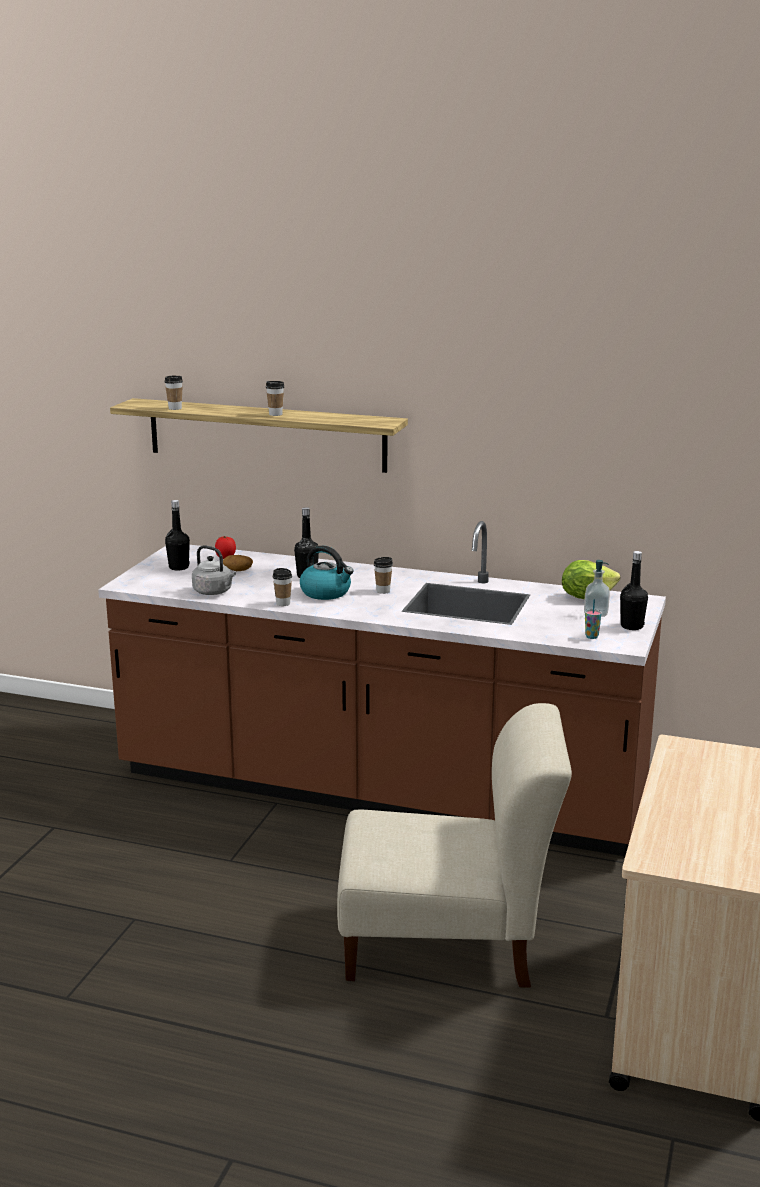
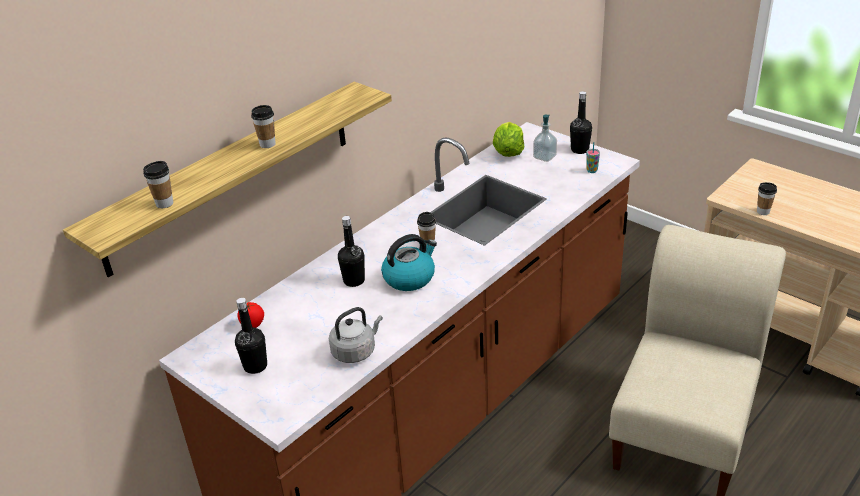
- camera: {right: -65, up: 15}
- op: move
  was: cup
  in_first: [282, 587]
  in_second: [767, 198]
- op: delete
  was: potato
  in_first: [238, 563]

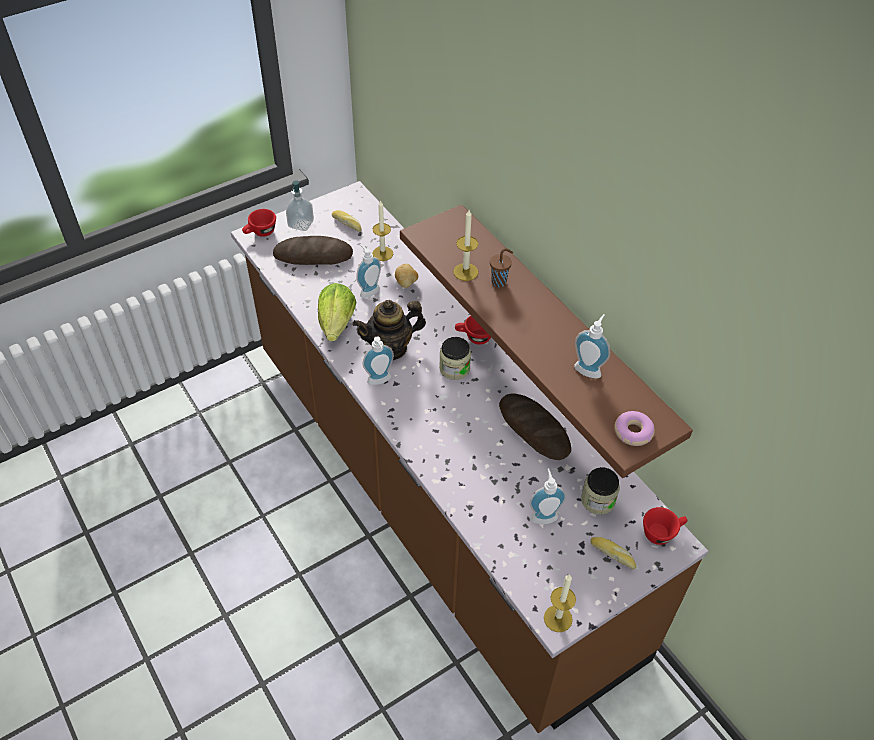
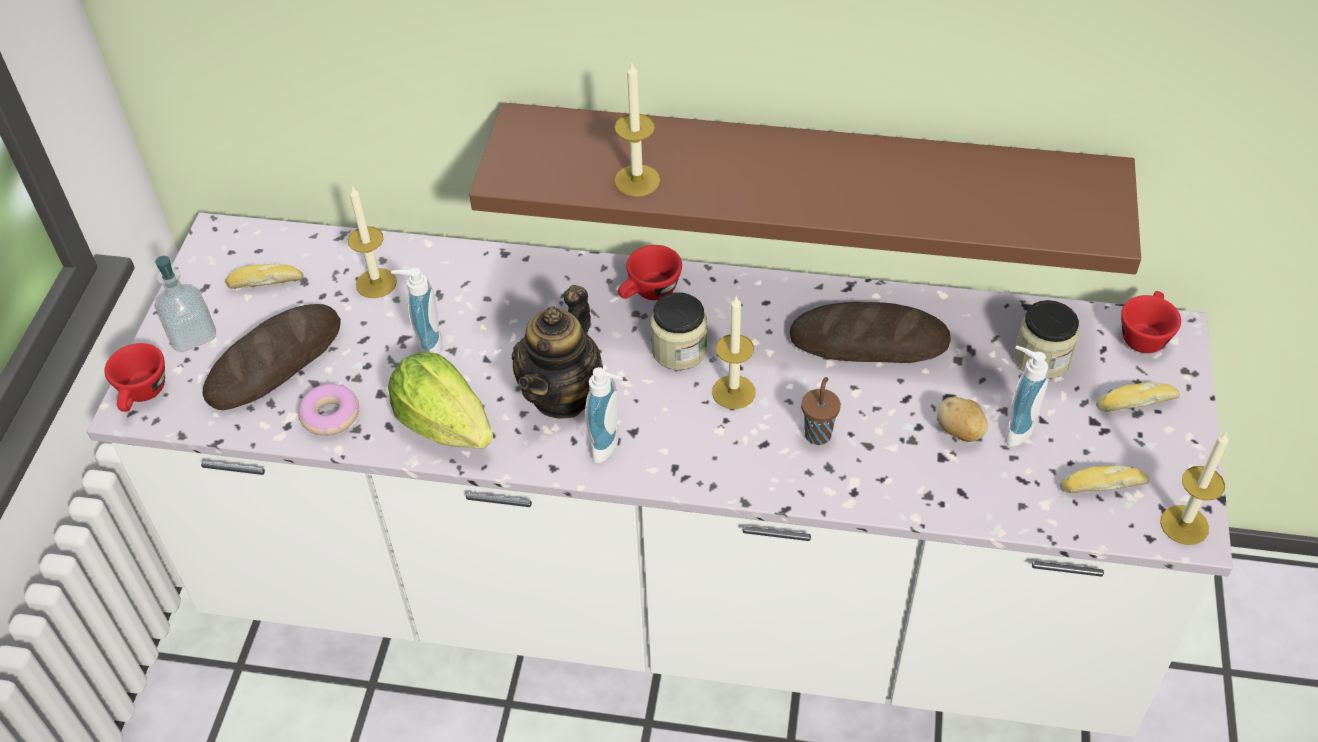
- camera: {right: -45, up: 0}
- op: recolor
  was: counter (brown)
  now: counter (white)
  in_first: [469, 457]
  in_second: [660, 475]
- op: move
  was: donut
  in_first: [634, 428]
  in_second: [329, 410]
- op: insert
  now: candle
  in_second: [734, 352]
- op: move
  was: cup (brown)
  in_first: [501, 267]
  in_second: [821, 411]
- op: move
  was: potato
  in_first: [406, 276]
  in_second: [962, 419]
- op: insert
  now: bread
  in_second: [1104, 479]
- op: delete
  was: soap dispenser
  in_first: [592, 346]

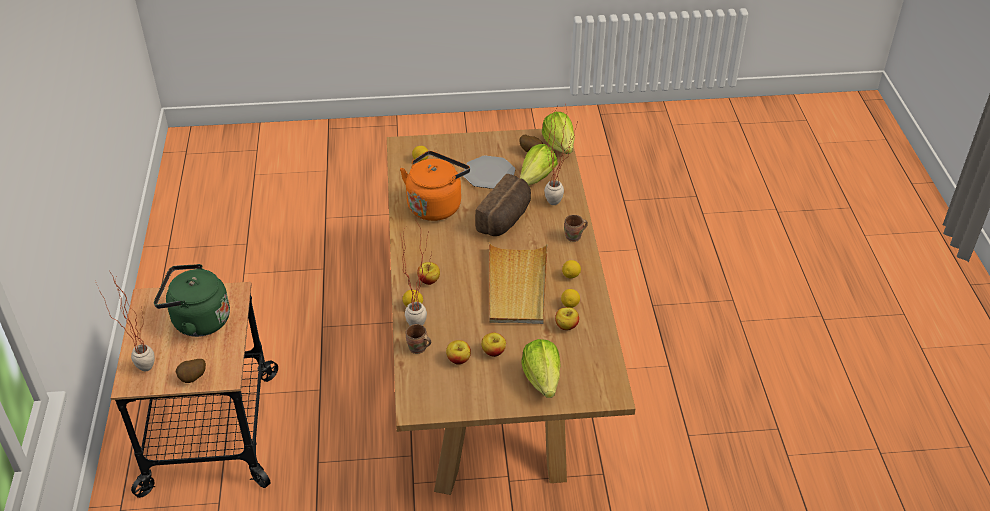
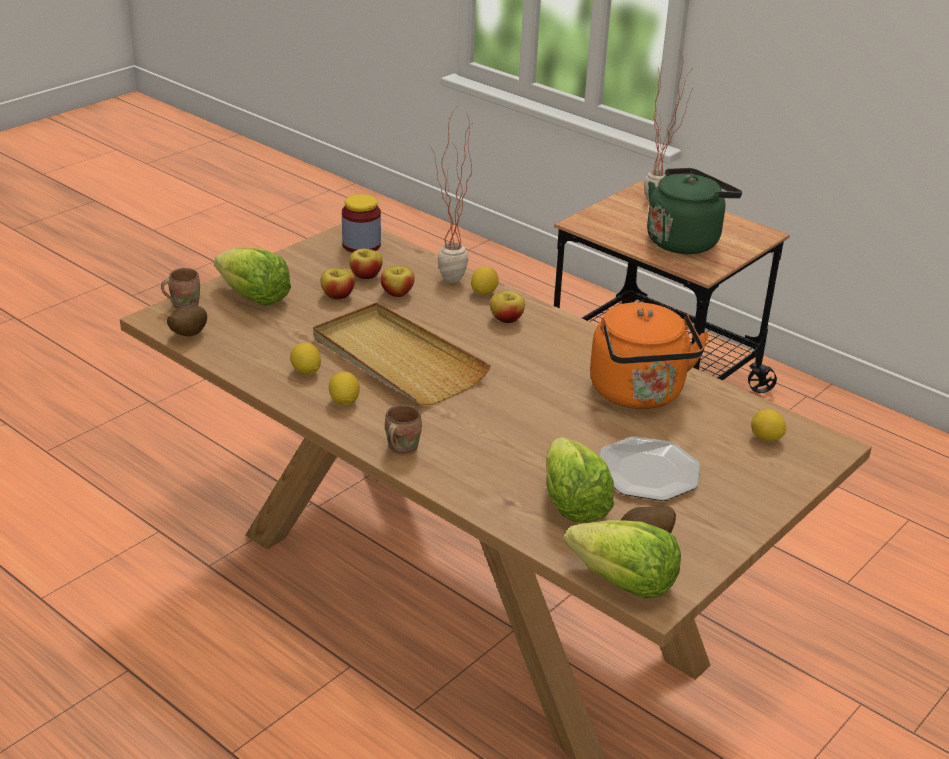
- camera: {right: 135, up: -10}
- op: move
  was: mug (brown)
  in_first: [418, 339]
  in_second: [180, 288]
- op: move
  was: potato
  in_first: [191, 371]
  in_second: [187, 320]
- op: insert
  now: jar
  in_second: [361, 223]
- op: move
  was: apple
  in_first: [567, 318]
  in_second: [397, 281]
- op: delete
  was: bread
  in_first: [503, 205]
- op: delete
  was: potted plant
  in_first: [562, 154]

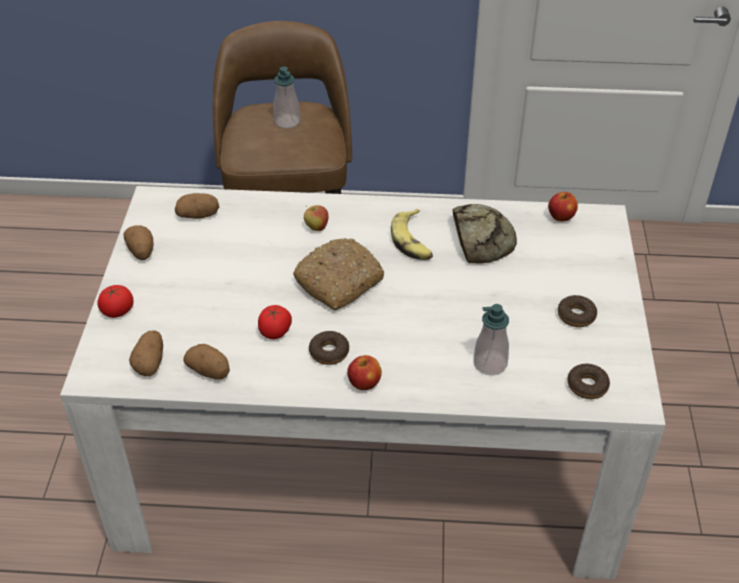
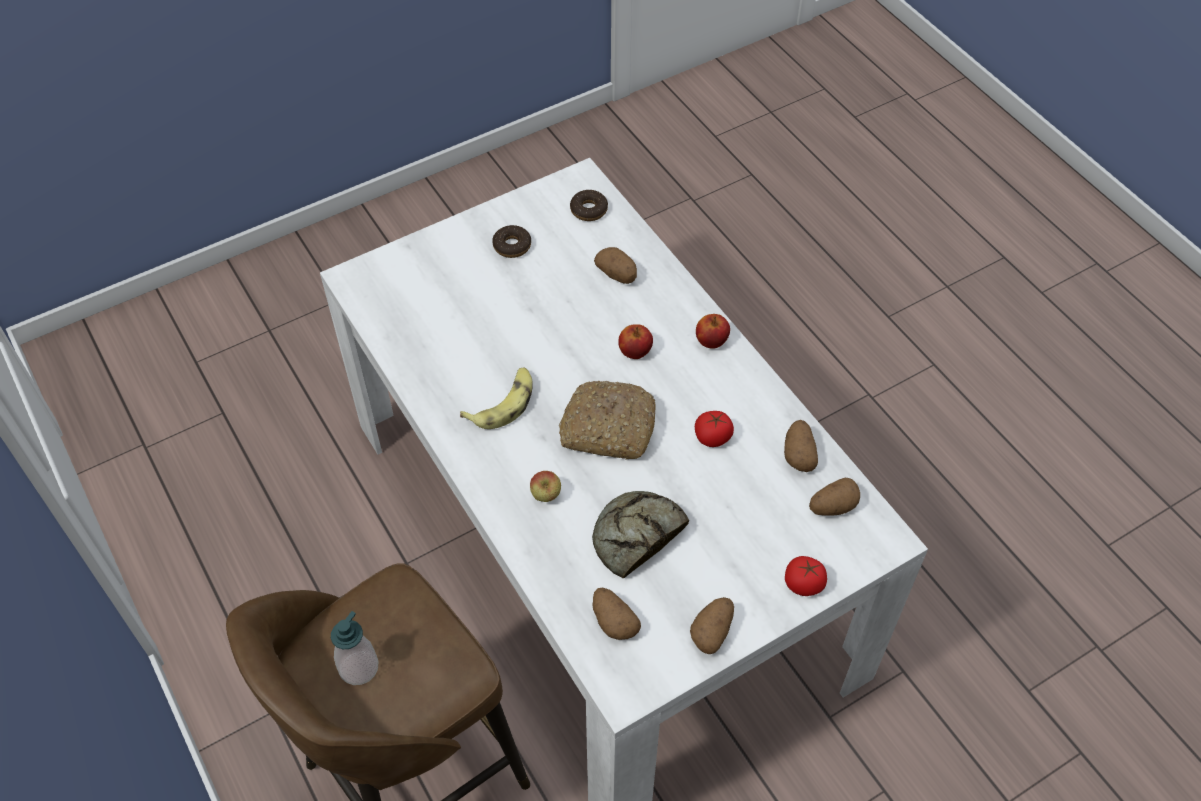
- camera: {right: -125, up: 10}
- op: move
  was: bread
  in_first: [485, 234]
  in_second: [640, 534]
- op: replace
  was: soap dispenser
  now: potato
  in_first: [491, 340]
  in_second: [615, 265]
- op: move
  was: apple
  in_first: [563, 207]
  in_second: [635, 341]
- op: delete
  was: donut
  in_first: [329, 348]

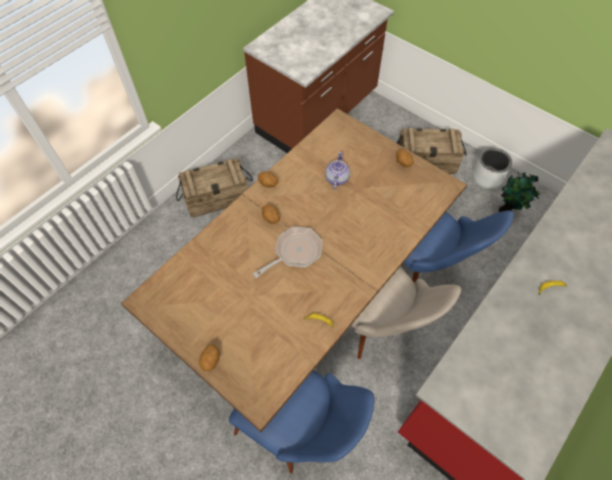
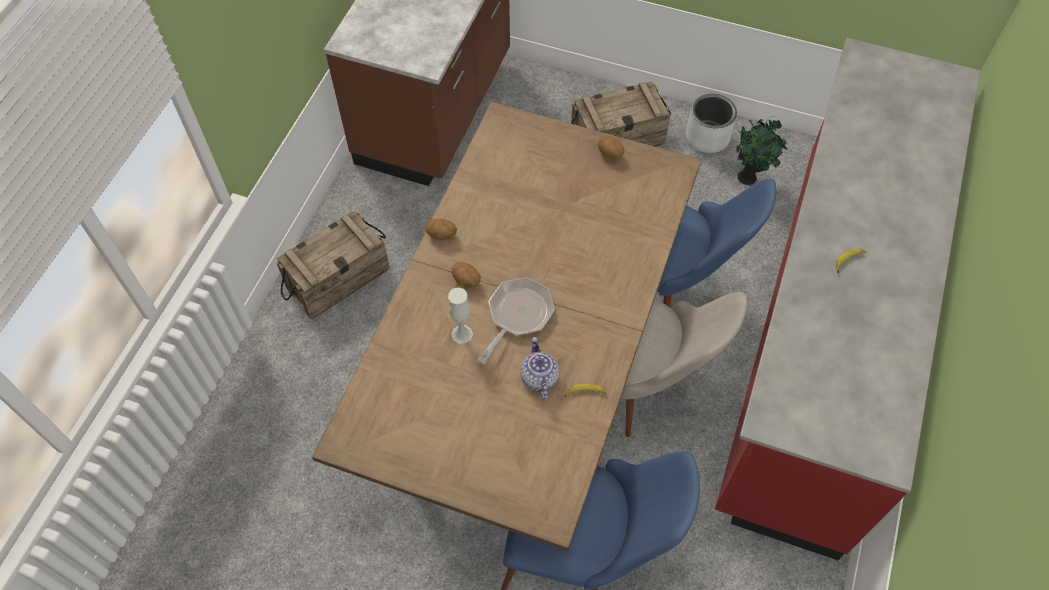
- camera: {right: -20, up: 0}
- op: insert
  now: vase (white)
  in_second: [460, 315]
- op: move
  was: teapot
  in_first: [337, 171]
  in_second: [540, 369]
- op: delete
  was: potato
  in_first: [209, 357]

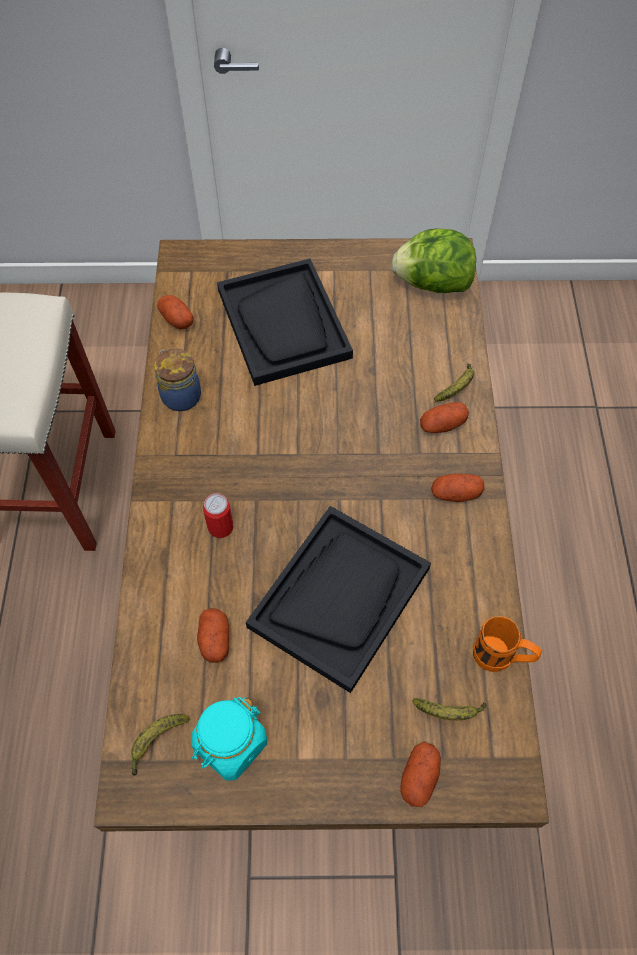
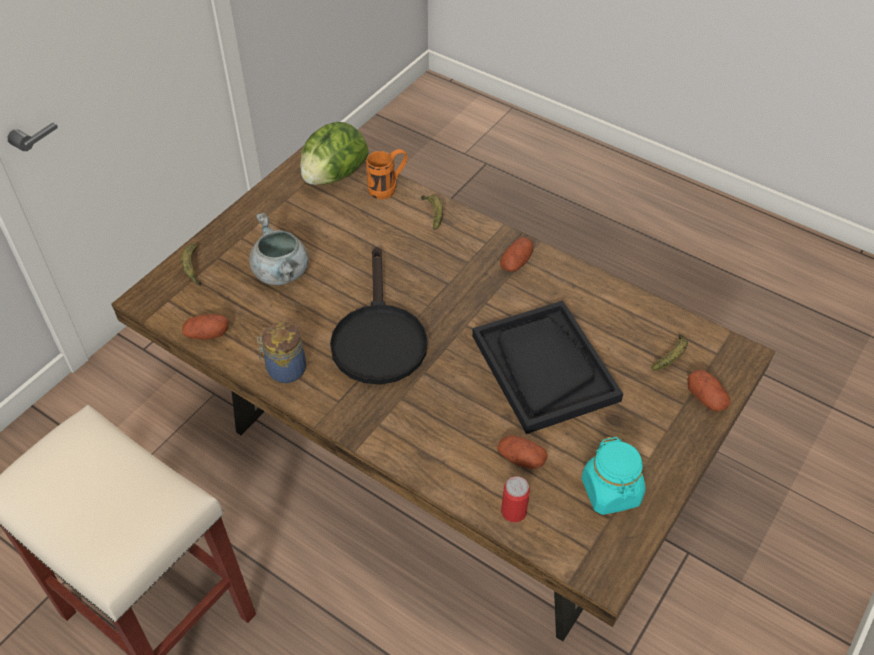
- camera: {right: -55, up: -10}
- op: move
  was: banana
  in_first: [160, 745]
  in_second: [191, 265]
- op: replace
  was: tray (black)
  now: cooking pot (grey)
  in_first: [285, 322]
  in_second: [279, 249]
- op: insert
  now: frying pan (black)
  in_second: [379, 315]
- op: move
  was: mug (orange)
  in_first: [507, 644]
  in_second: [387, 174]
- op: move
  was: can
  in_first: [218, 515]
  in_second: [515, 499]
- op: delete
  was: potato
  in_first: [444, 417]

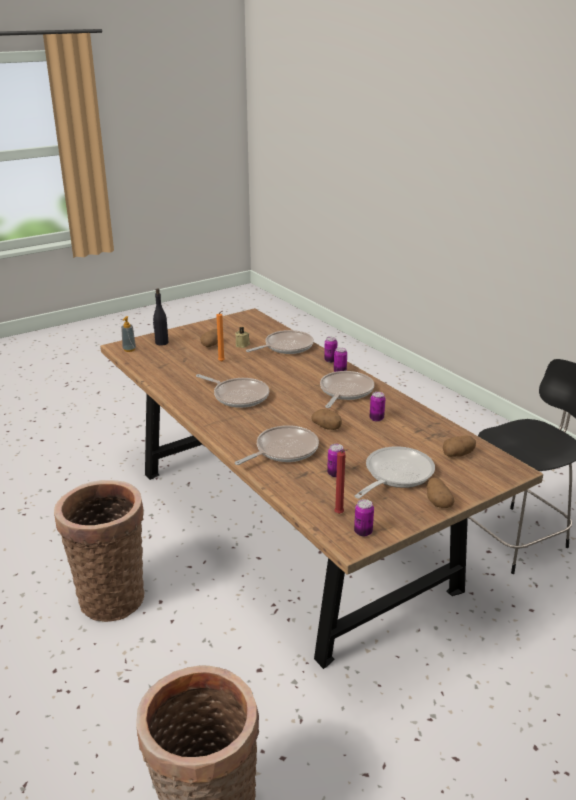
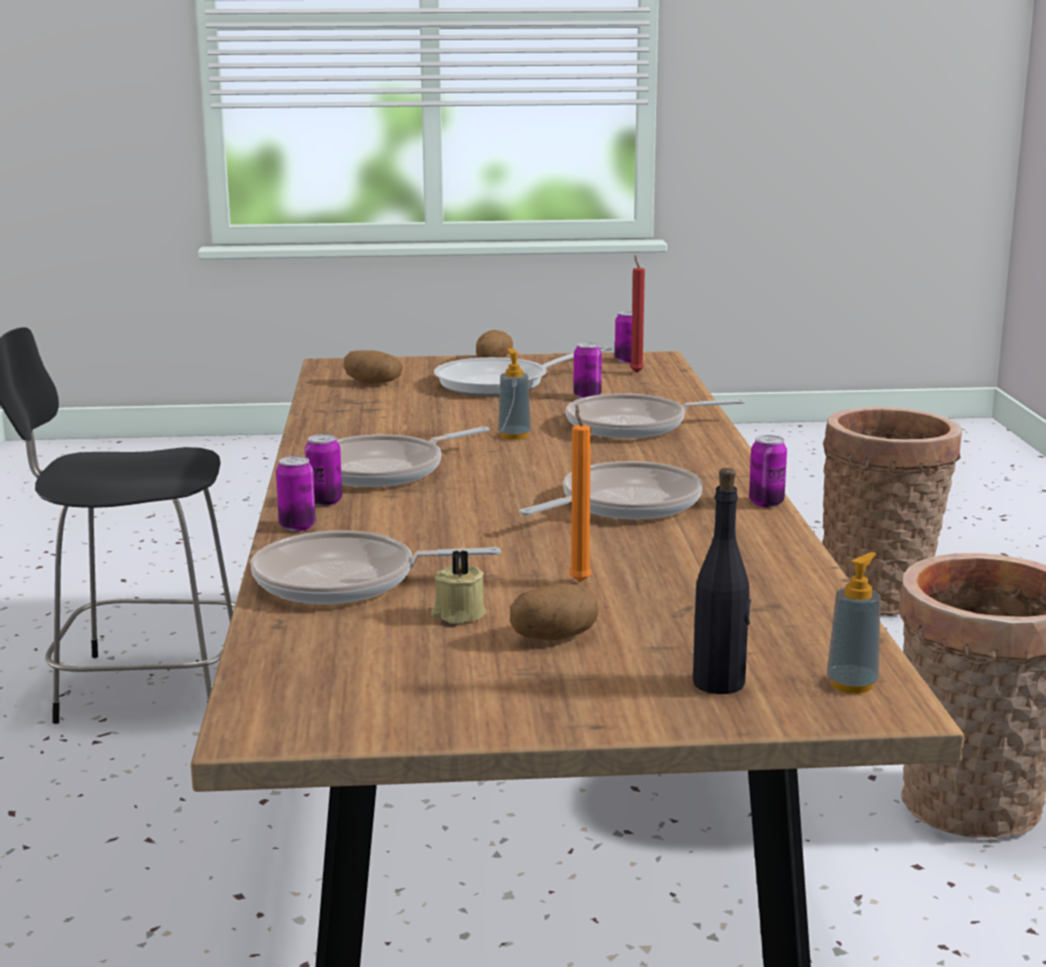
- camera: {right: -150, up: -10}
- op: replace
  was: potato
  now: soap dispenser
  in_first: [326, 419]
  in_second: [514, 394]
- op: rotate
  was: frying pan
  in_first: [232, 391]
  in_second: [611, 490]
  clockwise: 75
- op: move
  was: can
  in_first: [377, 407]
  in_second: [768, 471]

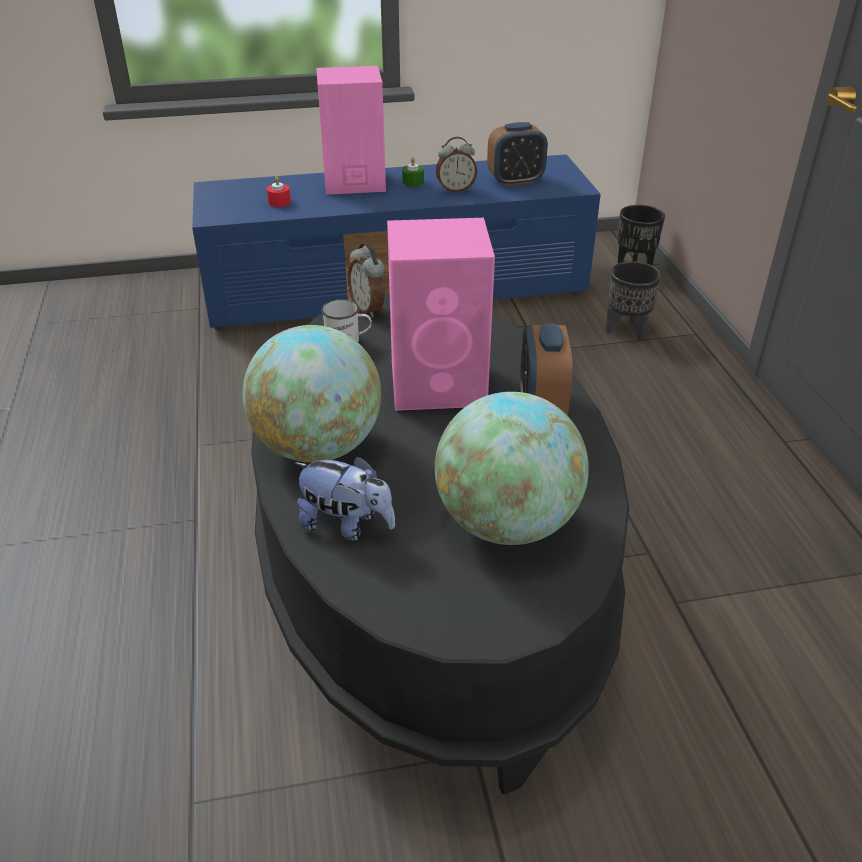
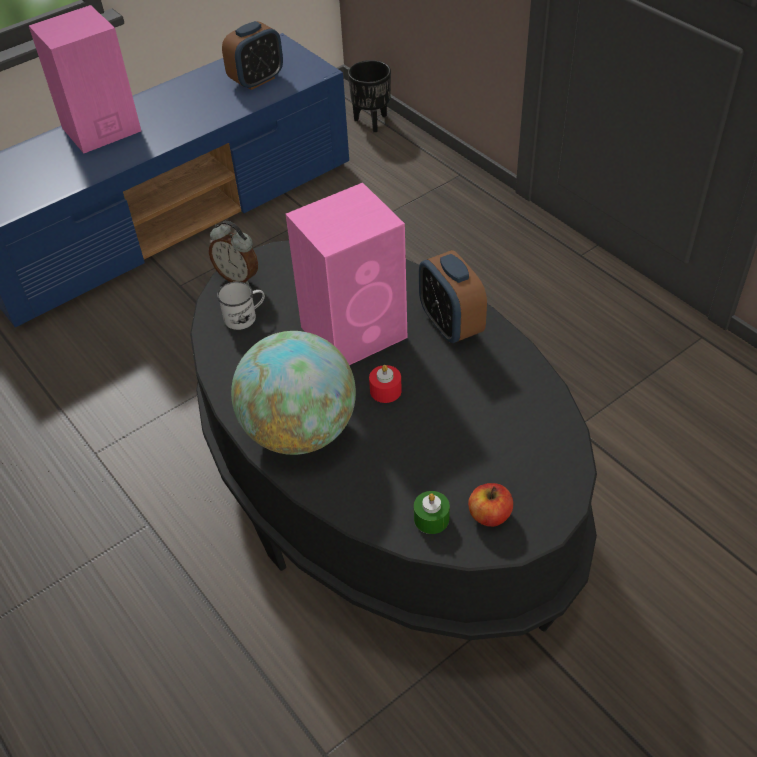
- camera: {right: -25, up: 10}
- op: move
  was: candle (red)
  in_first: [279, 191]
  in_second: [385, 384]
- op: move
  was: candle (green)
  in_first: [413, 172]
  in_second: [432, 512]
- op: insert
  now: apple
  in_second: [490, 505]
- op: delete
  was: plush toy
  in_first: [344, 498]
- op: delete
  was: globe
  in_first: [512, 468]
- op: delete
  was: alarm clock
  in_first: [456, 164]
- op: delete
  was: planter (black)
  in_first: [633, 301]

